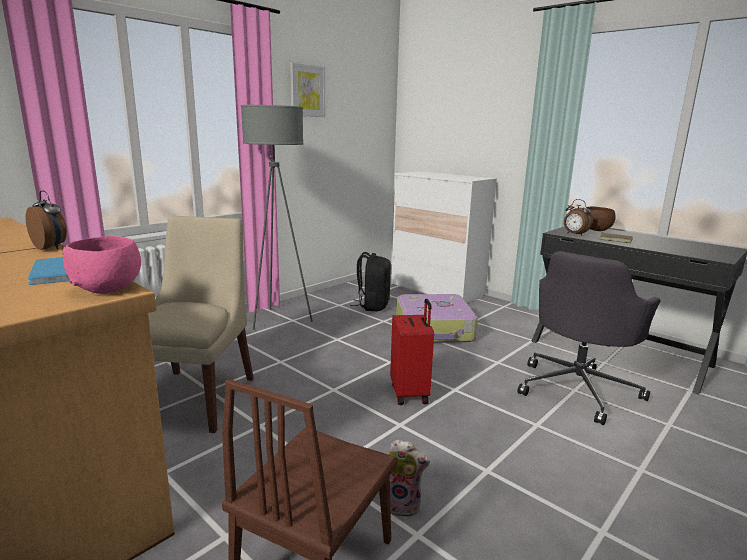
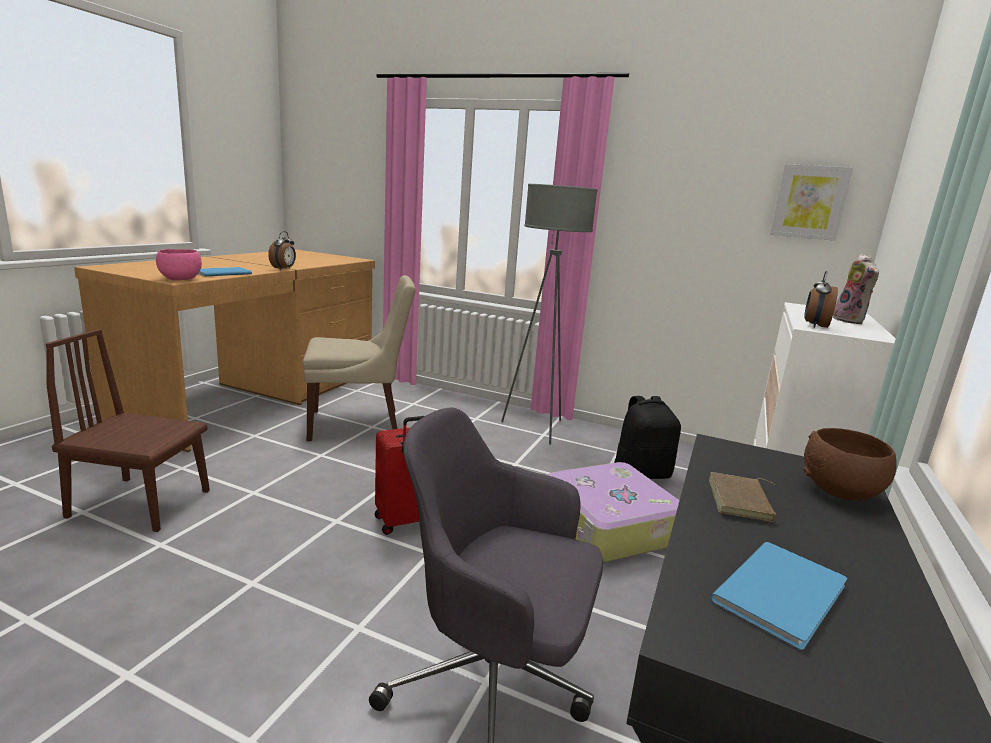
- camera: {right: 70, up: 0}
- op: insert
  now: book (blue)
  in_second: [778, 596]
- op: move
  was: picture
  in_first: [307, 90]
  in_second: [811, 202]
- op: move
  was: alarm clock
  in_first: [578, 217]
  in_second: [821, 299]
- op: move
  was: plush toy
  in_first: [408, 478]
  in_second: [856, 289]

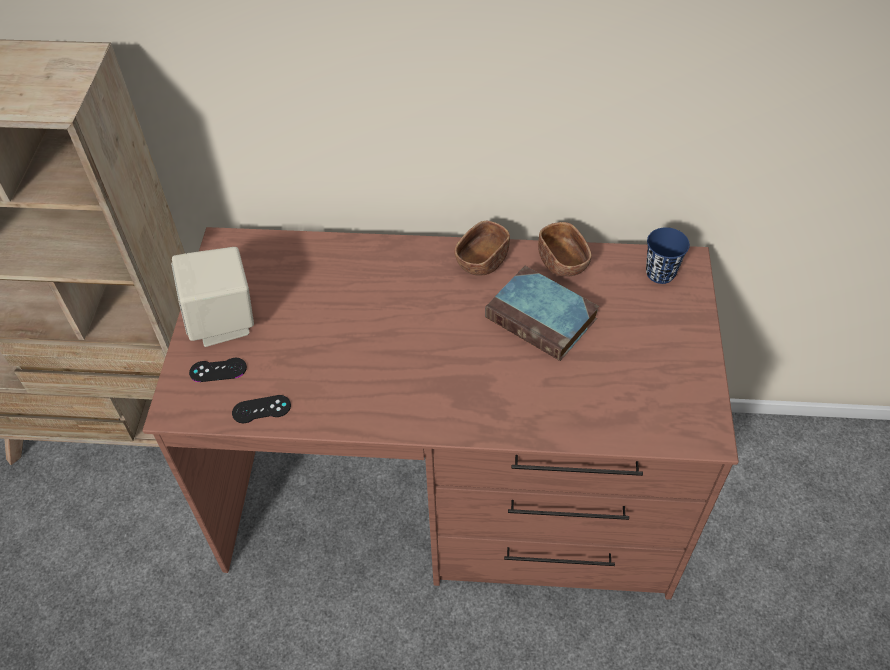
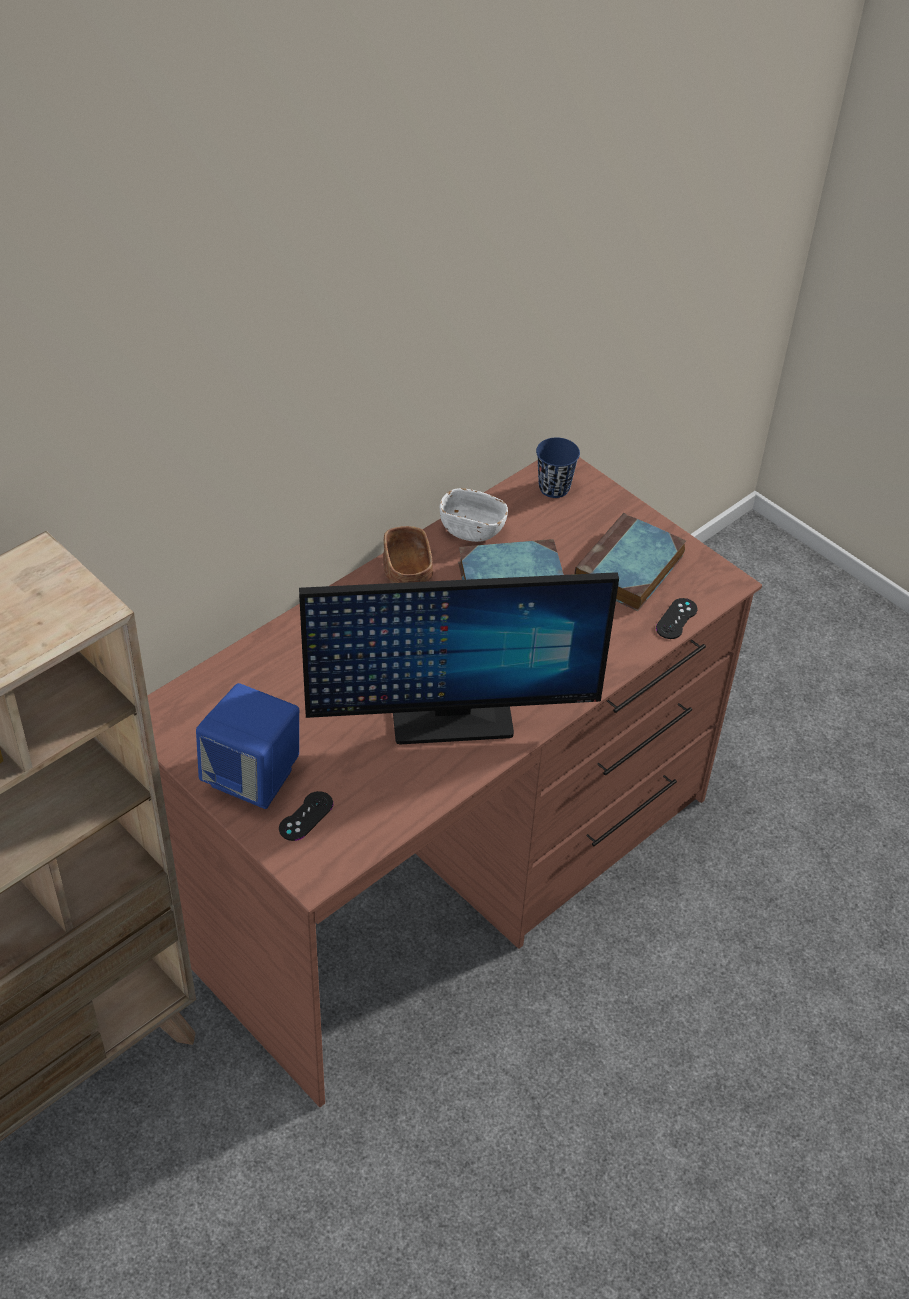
- camera: {right: -50, up: -5}
- op: recolor
  was: speaker (beige)
  now: speaker (blue)
  in_first: [212, 297]
  in_second: [247, 746]
- op: insert
  now: monitor
  in_second: [459, 658]
- op: recolor
  was: bowl (brown)
  now: bowl (white)
  in_first: [565, 249]
  in_second: [474, 515]
- op: insert
  now: book
  in_second: [630, 562]
- op: move
  was: game controller (black)
  in_first: [261, 409]
  in_second: [676, 618]

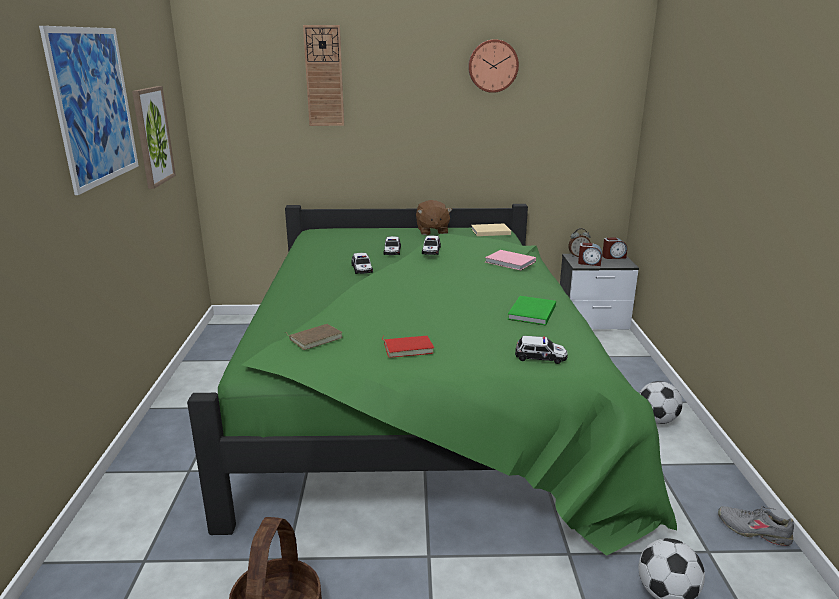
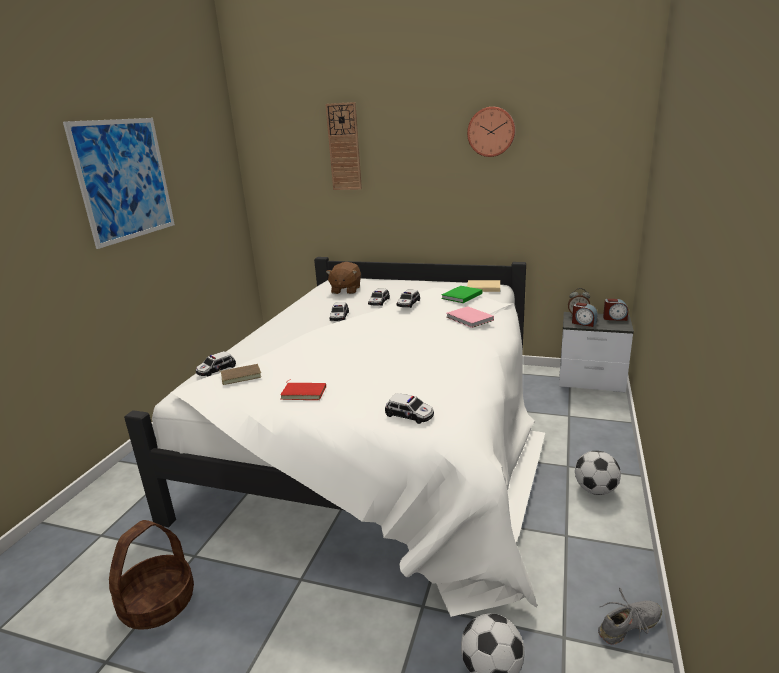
- camera: {right: 20, up: 0}
- op: recolor
  was: bed (green)
  now: bed (white)
  in_first: [432, 380]
  in_second: [334, 437]
- op: insert
  now: toy car
  in_second: [216, 364]
- op: move
  was: plush toy (brown)
  in_first: [434, 217]
  in_second: [343, 278]
- op: move
  was: book (green)
  in_first: [531, 311]
  in_second: [461, 294]
- op: rotate
  was: shoe (grey)
  in_first: [756, 526]
  in_second: [630, 616]
  clockwise: 105
- op: delete
  was: picture
  in_first: [154, 137]

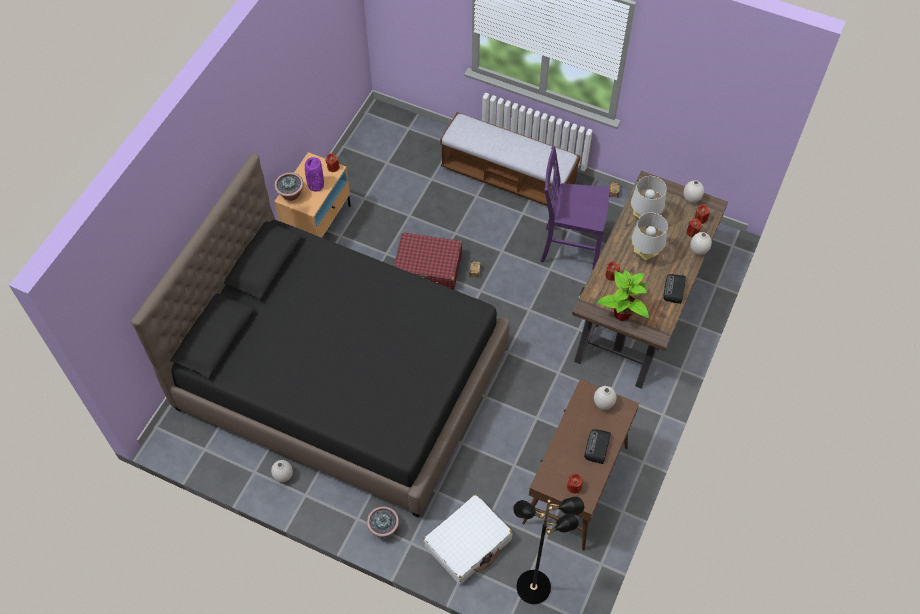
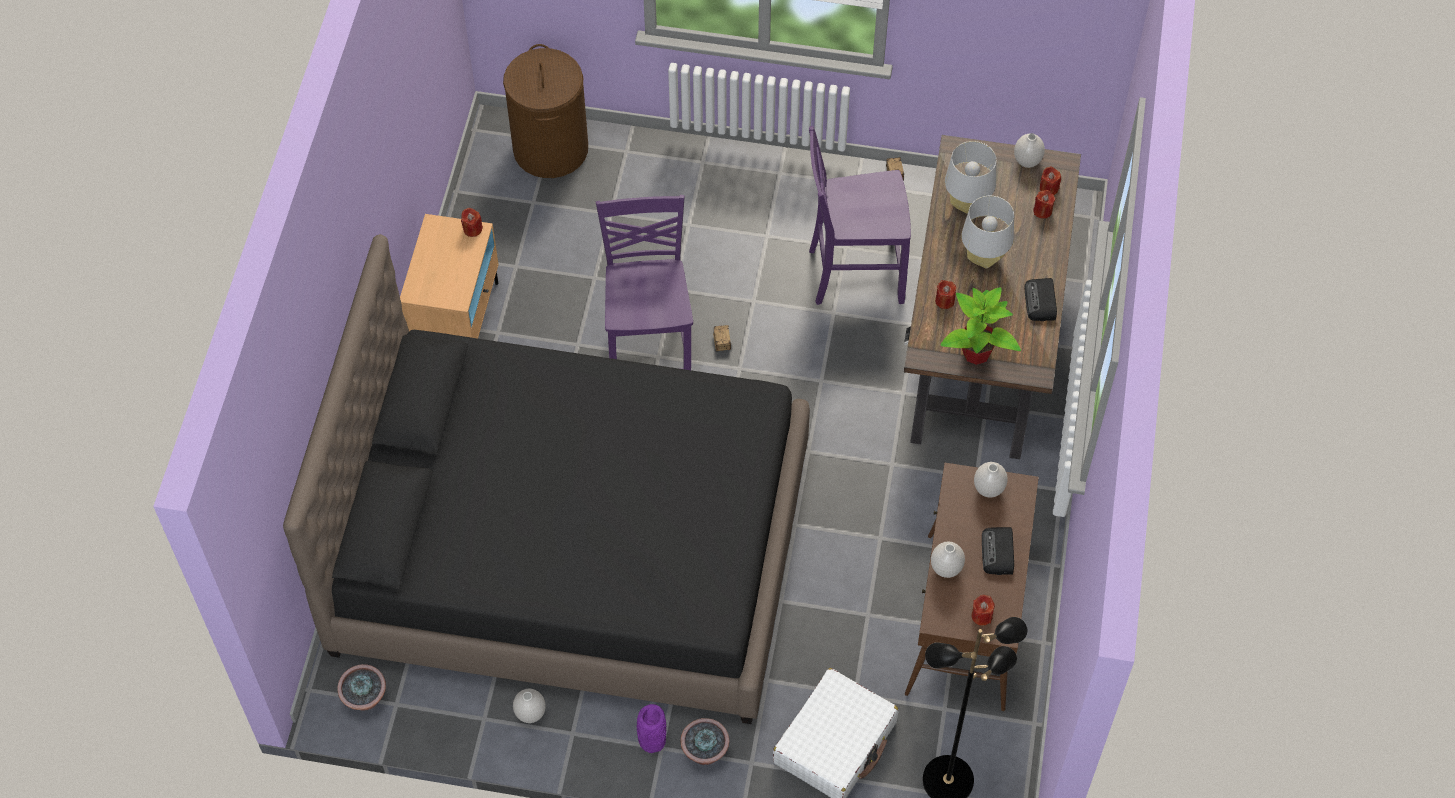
- camera: {right: -15, up: 0}
- op: move
  was: potted plant
  in_first: [289, 186]
  in_second: [361, 687]
- op: insert
  now: laundry basket (brown)
  in_second: [545, 111]
- op: replace
  was: suitcase (red)
  now: chair (purple)
  in_first: [428, 261]
  in_second: [644, 282]
- op: move
  was: vase (purple)
  in_first: [314, 174]
  in_second: [651, 728]
- op: move
  was: vase (white)
  in_first: [701, 243]
  in_second: [948, 560]
- op: delete
  was: bench
  in_first: [510, 159]

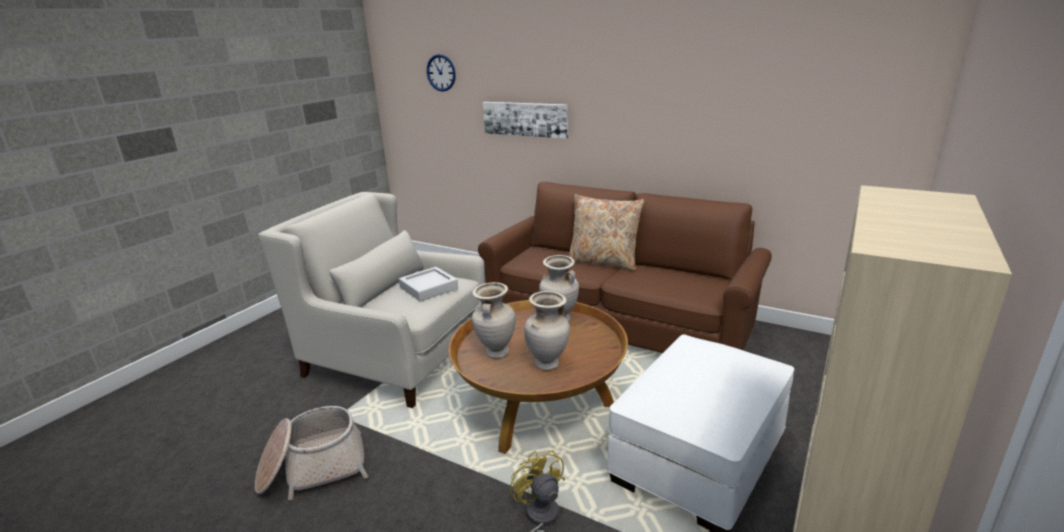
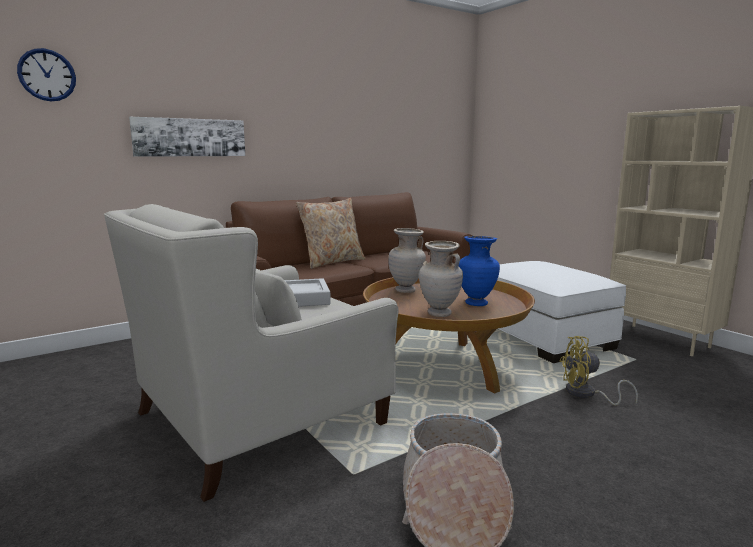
- camera: {right: -65, up: -10}
- op: recolor
  was: vase (beige)
  now: vase (blue)
  in_first: [547, 331]
  in_second: [479, 271]

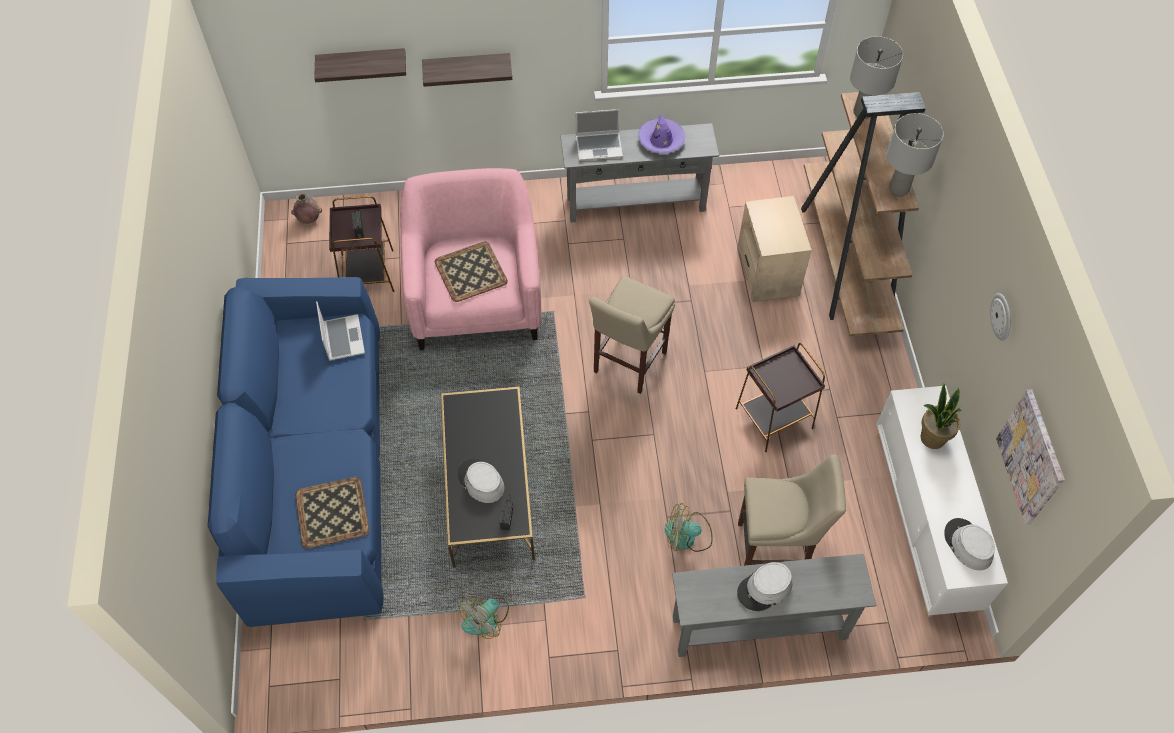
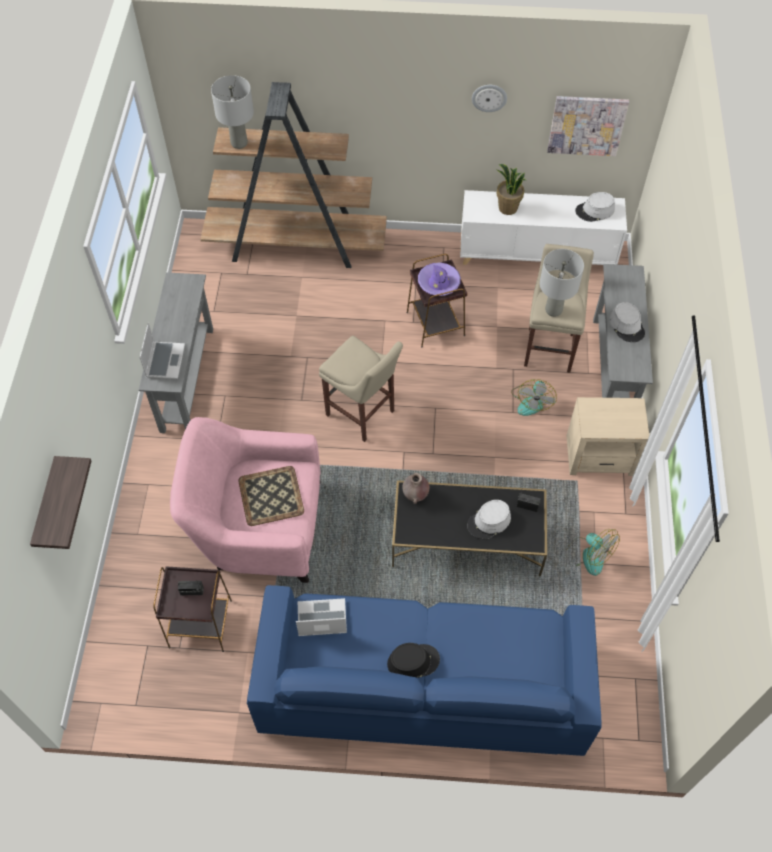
- camera: {right: -80, up: 0}
- op: insert
  now: hat (black)
  in_second: [413, 660]
- op: move
  was: vase (brown)
  in_first: [306, 208]
  in_second: [416, 488]
- op: move
  was: hat (purple)
  in_first: [661, 134]
  in_second: [439, 279]
- op: move
  was: table lamp (grey)
  in_first: [915, 155]
  in_second: [562, 283]
- op: move
  was: side table (beige)
  in_first: [774, 249]
  in_second: [608, 436]
- op: delete
  was: tray
  in_first: [332, 513]
- op: delete
  was: shelf
  in_first: [467, 70]

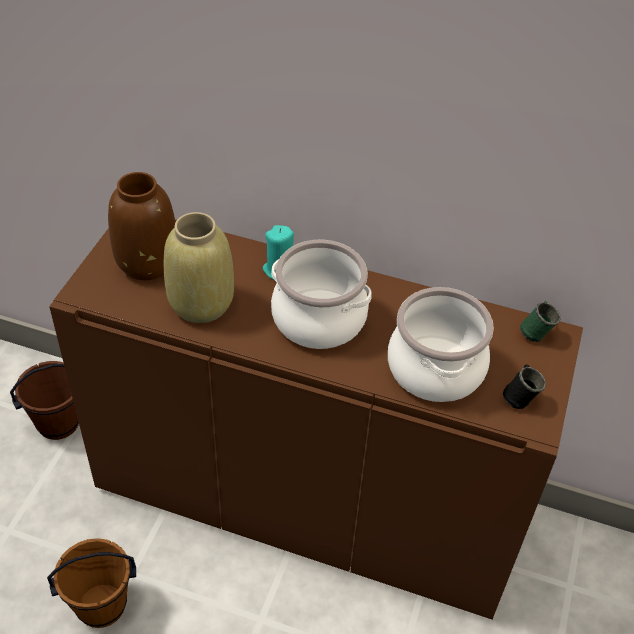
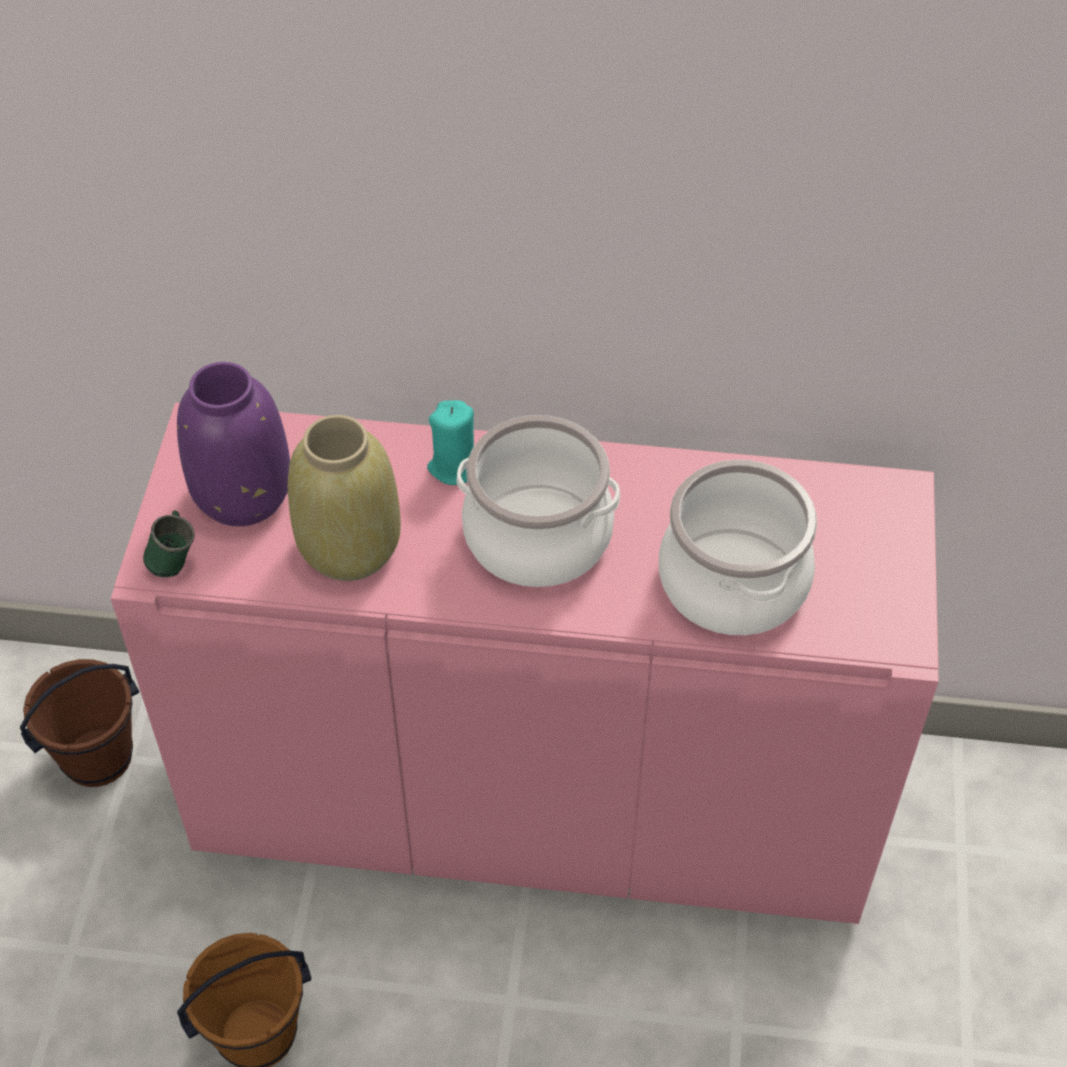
- camera: {right: -10, up: 5}
- op: recolor
  was: cabinet (brown)
  now: cabinet (pink)
  in_first: [316, 419]
  in_second: [525, 663]
- op: move
  was: mug (green)
  in_first: [540, 321]
  in_second: [169, 543]
- op: recolor
  was: vase (brown)
  now: vase (purple)
  in_first: [142, 226]
  in_second: [233, 444]
- op: delete
  was: mug (black)
  in_first: [524, 386]

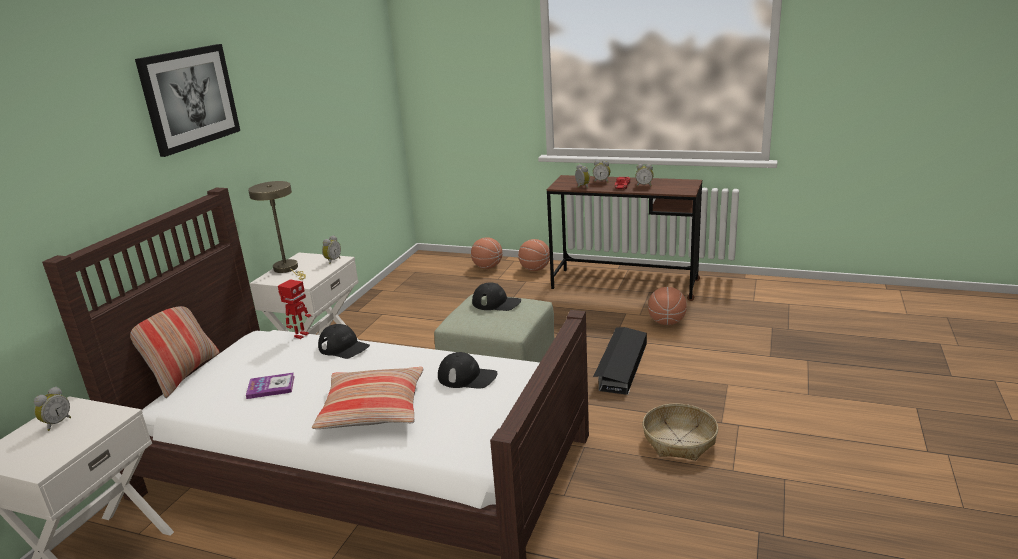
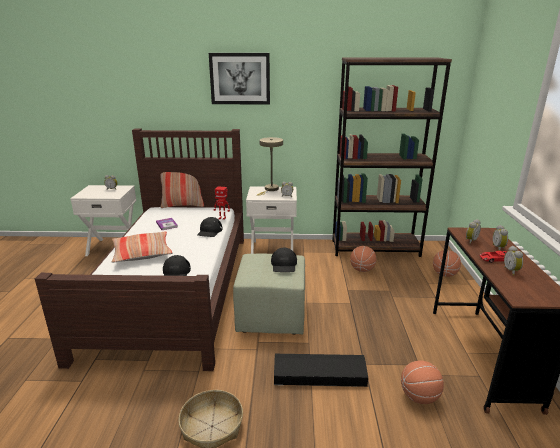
- camera: {right: 70, up: 0}
- op: insert
  now: bookcase (brown)
  in_second: [392, 157]
- op: move
  was: basketball
  in_first: [534, 255]
  in_second: [363, 259]

